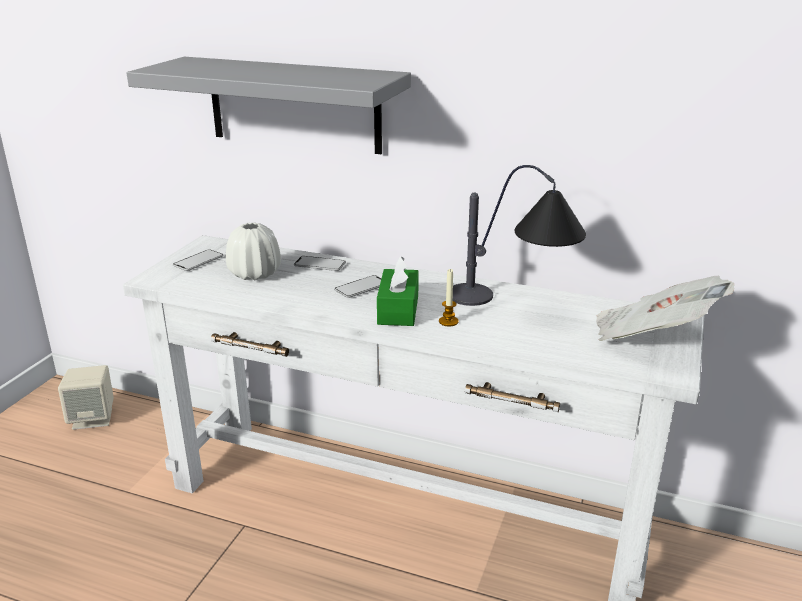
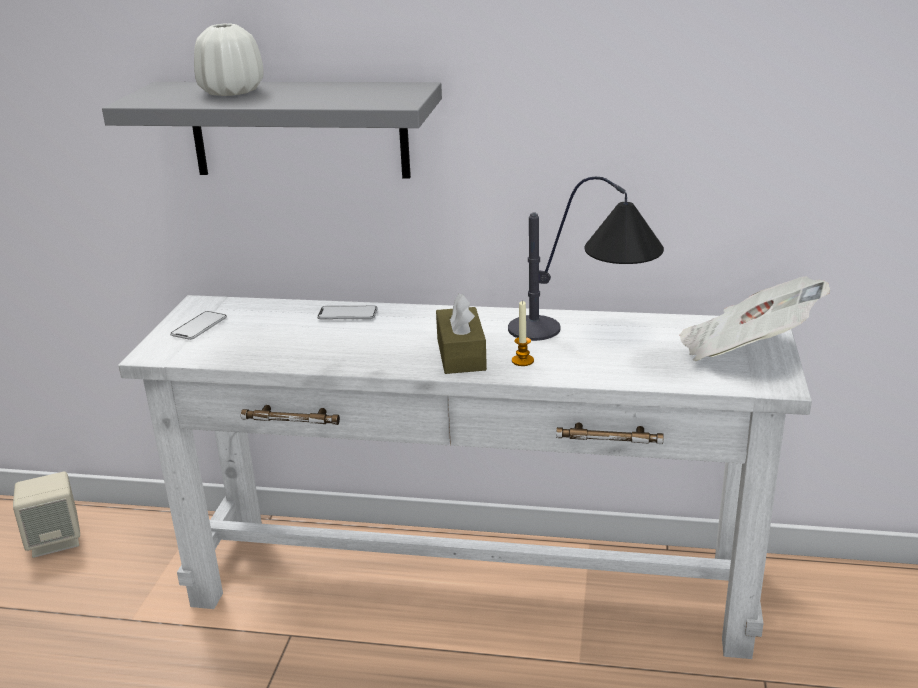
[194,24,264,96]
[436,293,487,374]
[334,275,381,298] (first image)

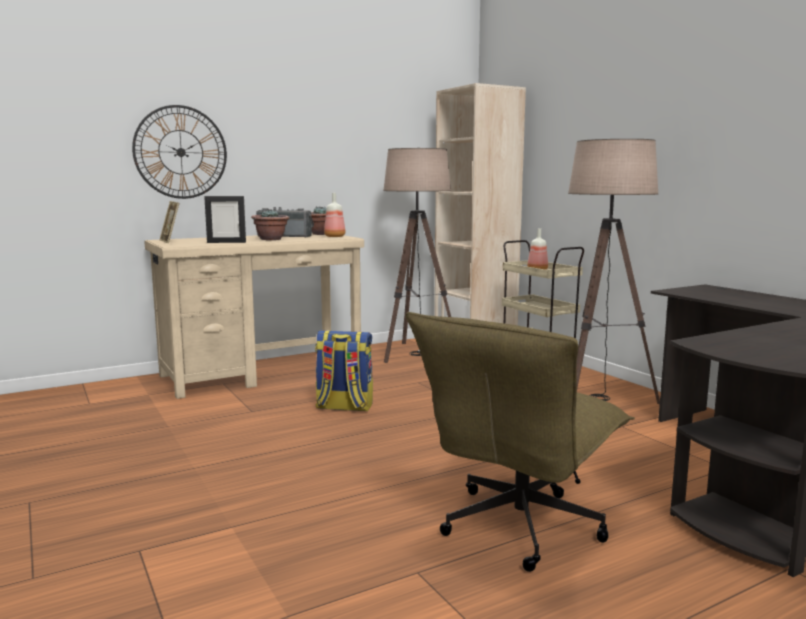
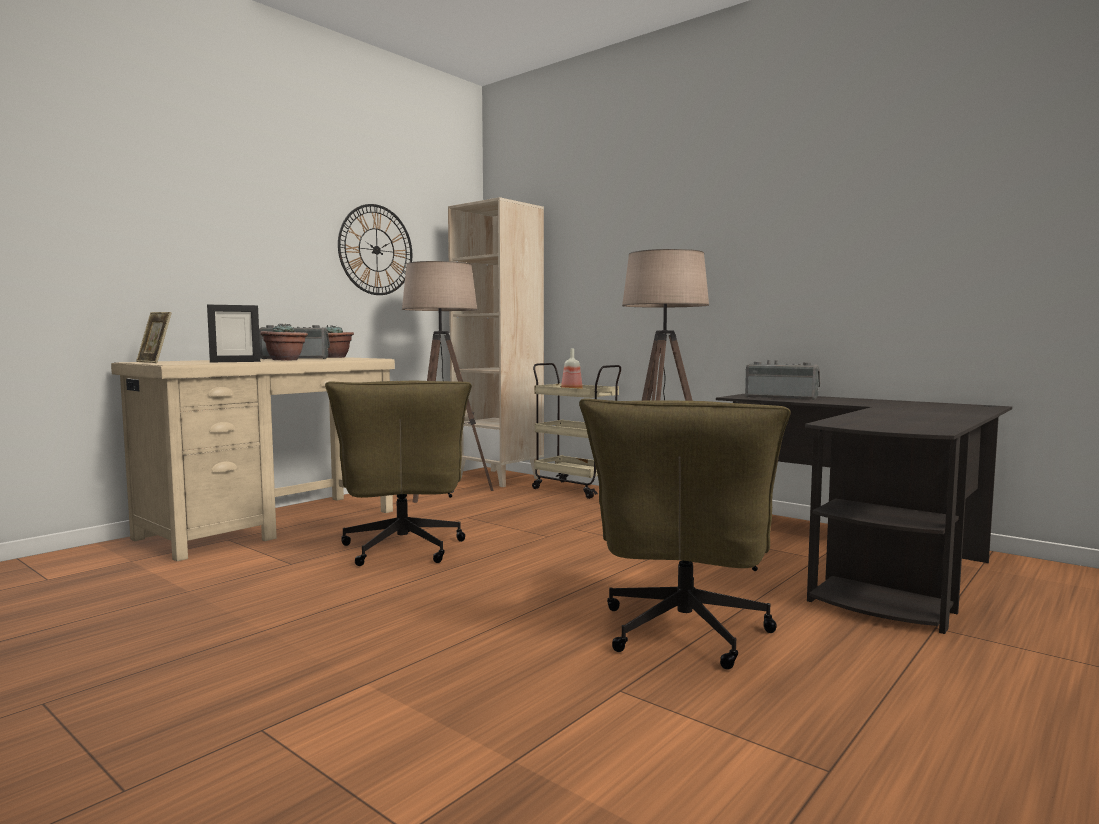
[325,381,472,566]
[338,204,412,295]
[745,360,821,400]
[324,193,345,237] (first image)

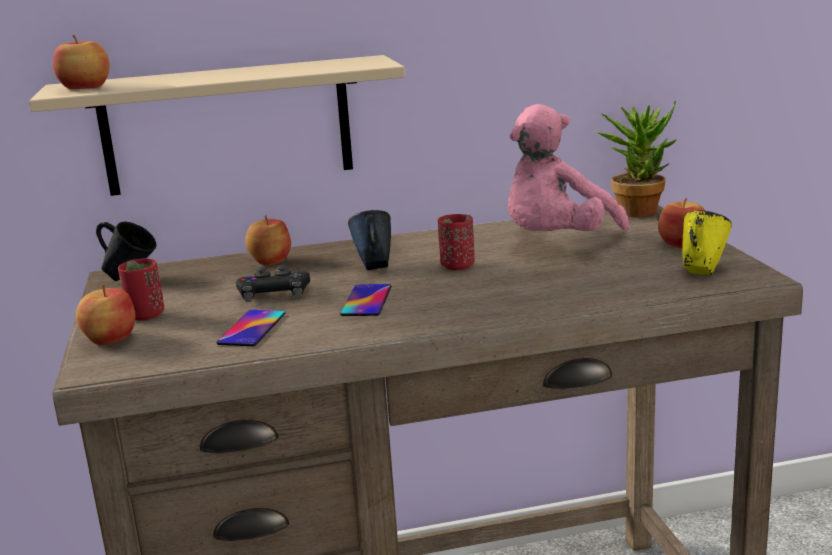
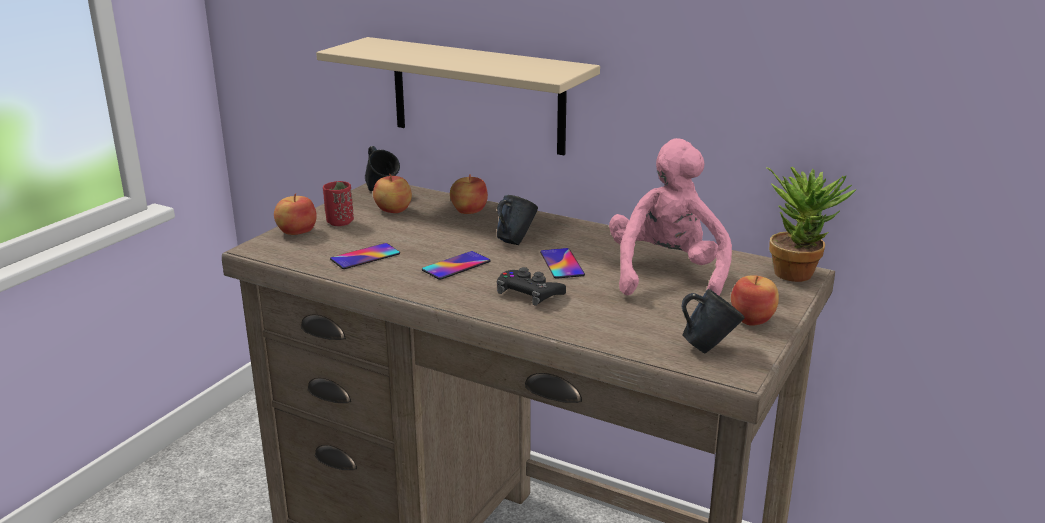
[373,174,412,213]
[497,267,566,306]
[540,248,585,279]
[609,138,732,296]
[681,289,745,354]

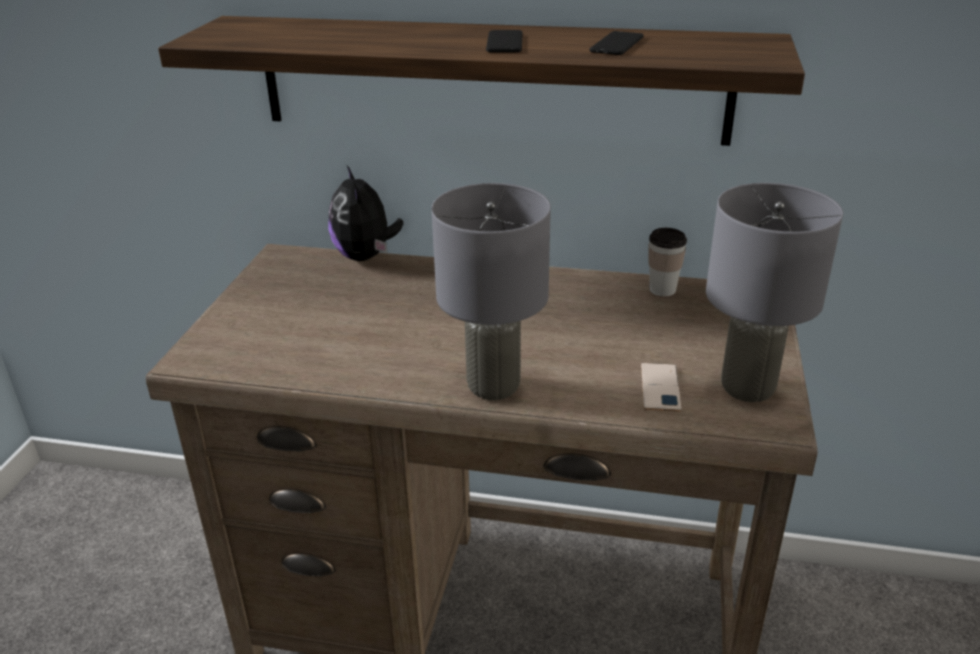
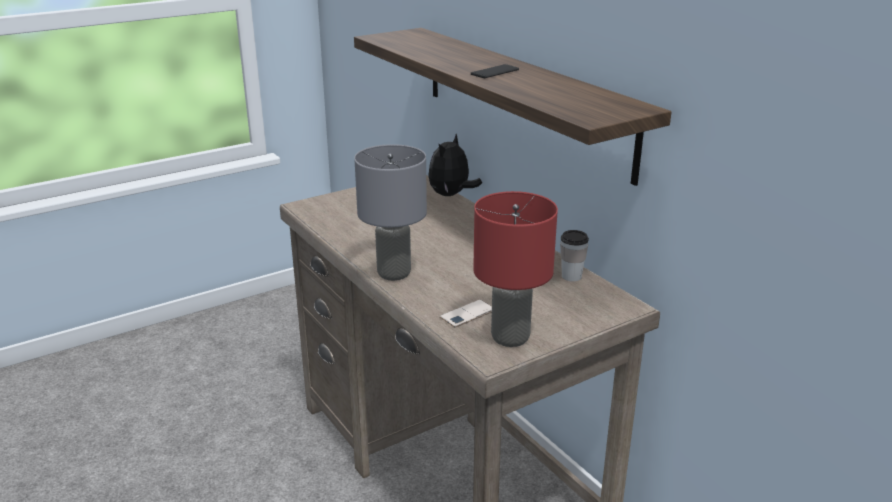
[473,191,558,347]
[590,31,644,55] (first image)

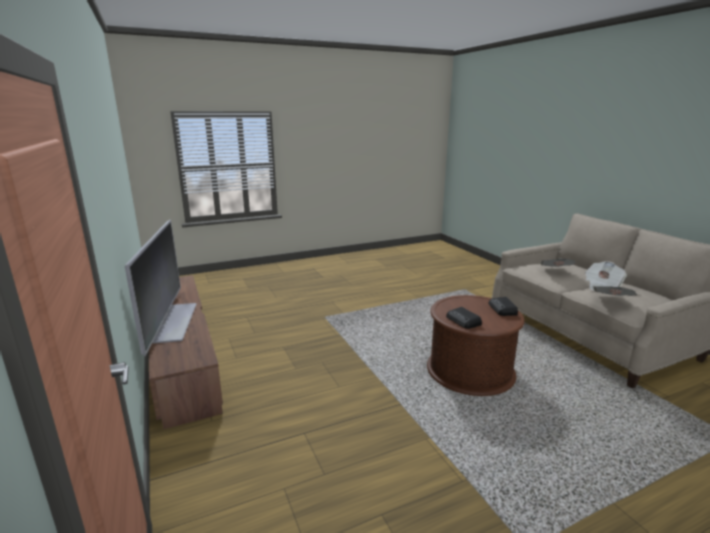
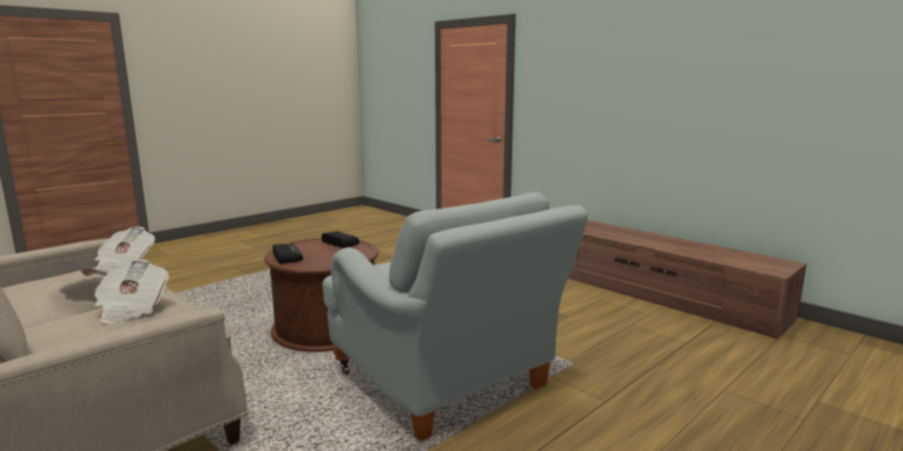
[322,192,588,441]
[125,220,197,356] (first image)

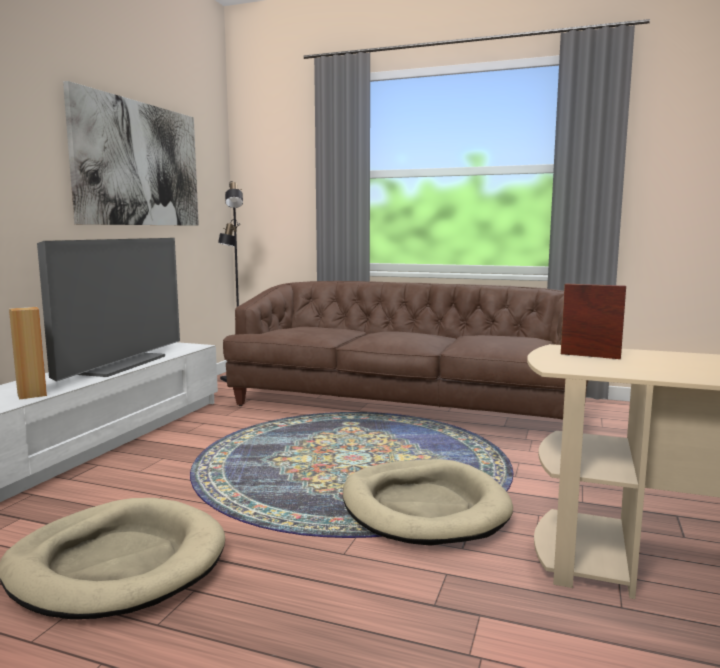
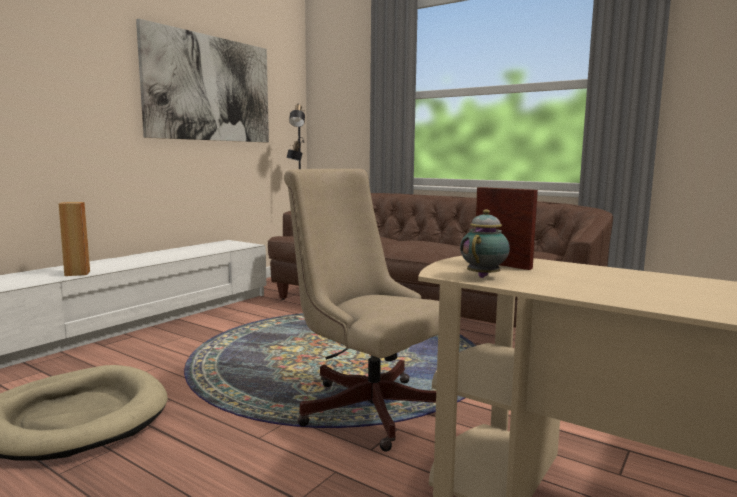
[284,169,439,452]
[460,209,510,278]
[37,238,180,381] (first image)

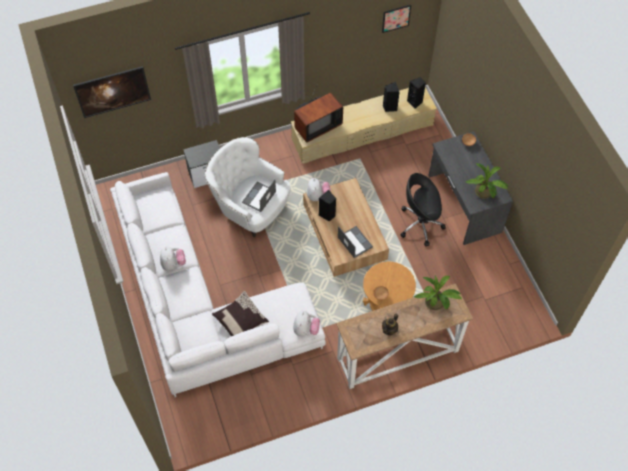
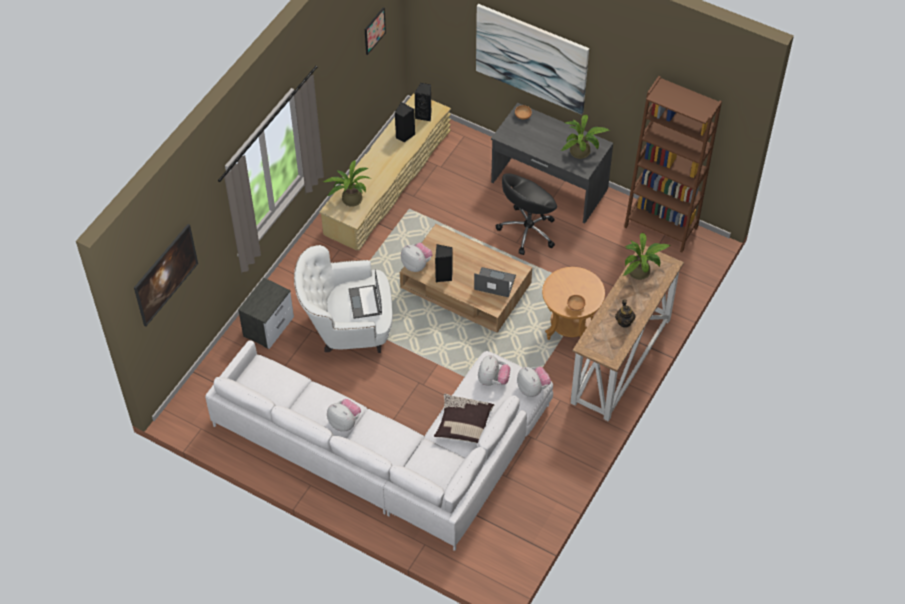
[323,160,372,207]
[476,4,589,115]
[478,355,510,386]
[624,76,722,252]

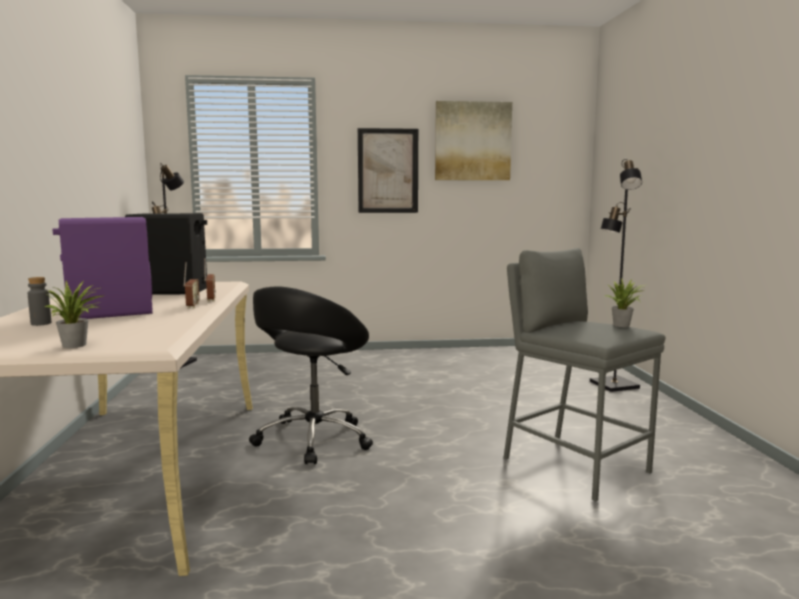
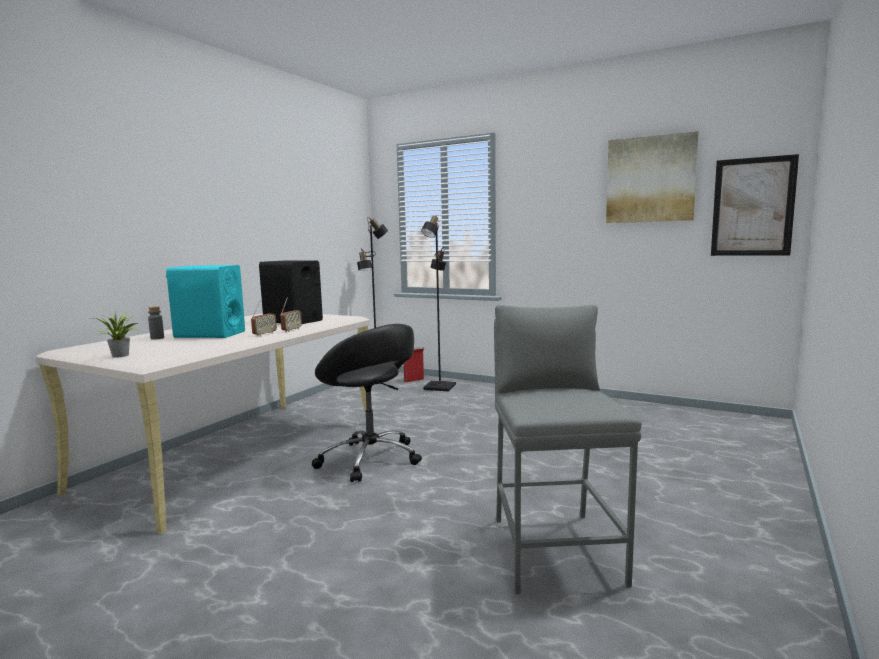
[166,265,245,338]
[312,324,422,482]
[404,347,424,382]
[421,214,456,391]
[711,154,799,256]
[605,278,644,327] (first image)

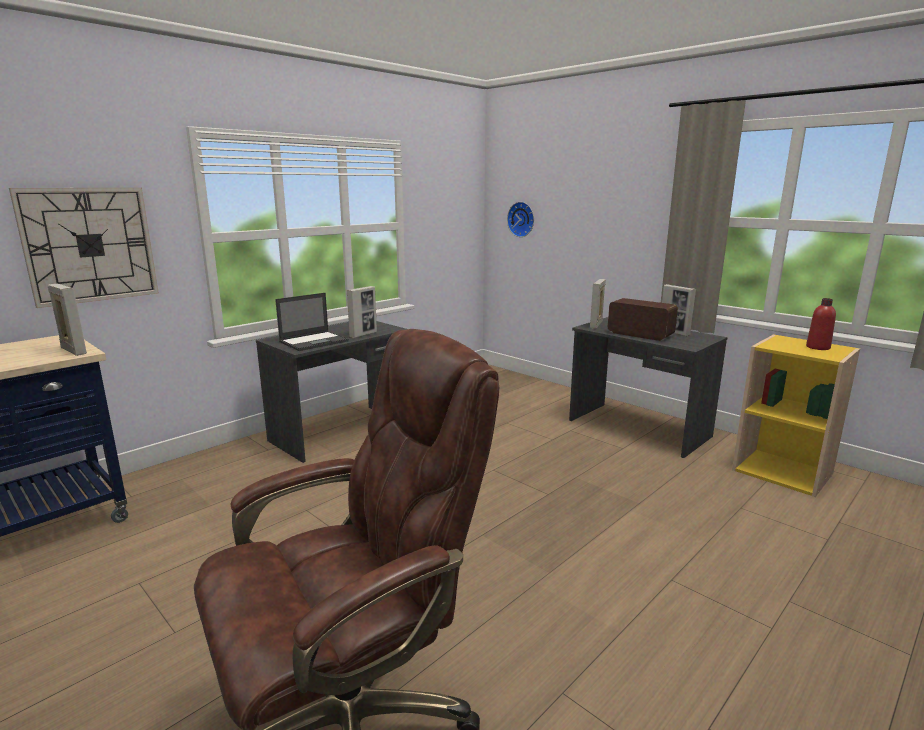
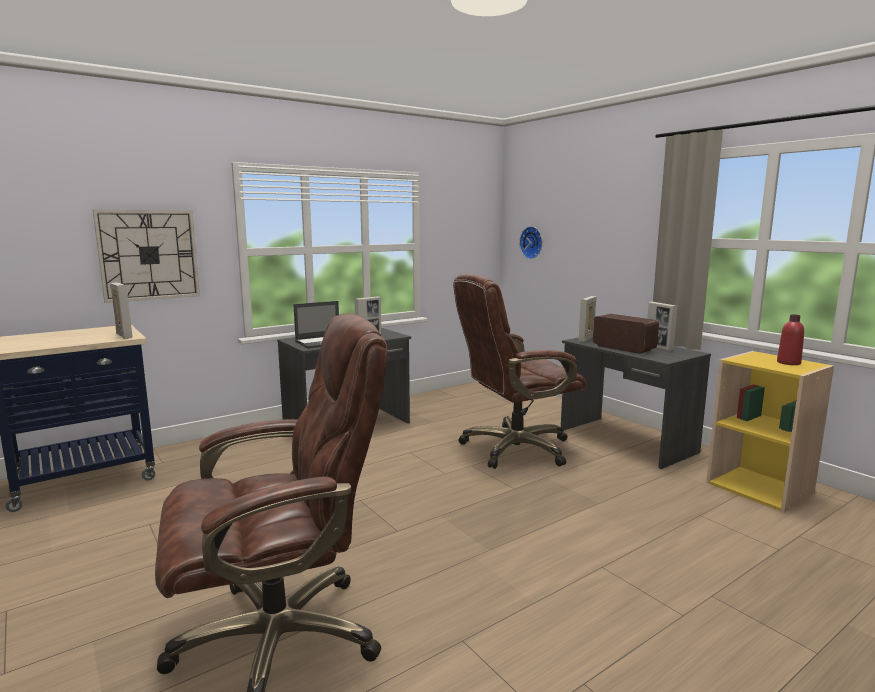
[453,274,586,469]

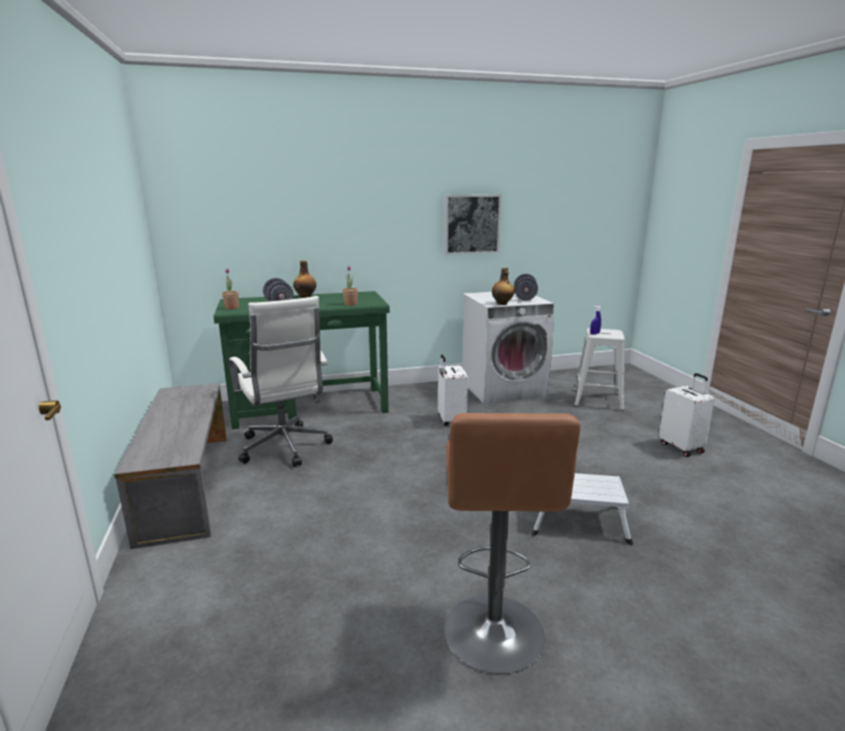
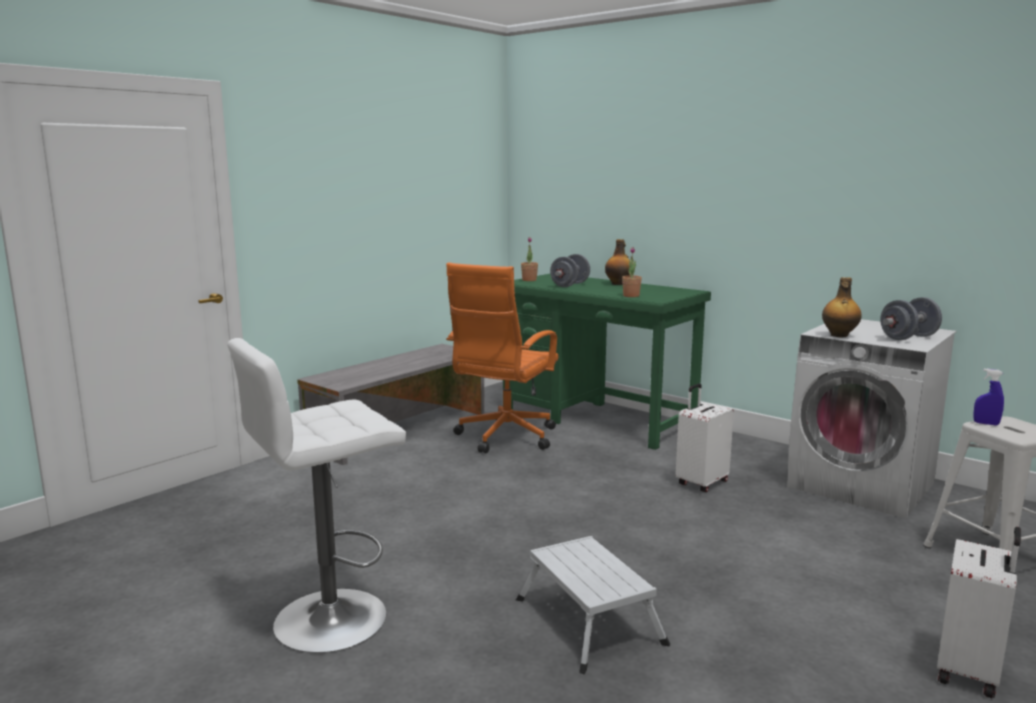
[227,338,406,653]
[446,262,559,453]
[445,194,501,255] (first image)

